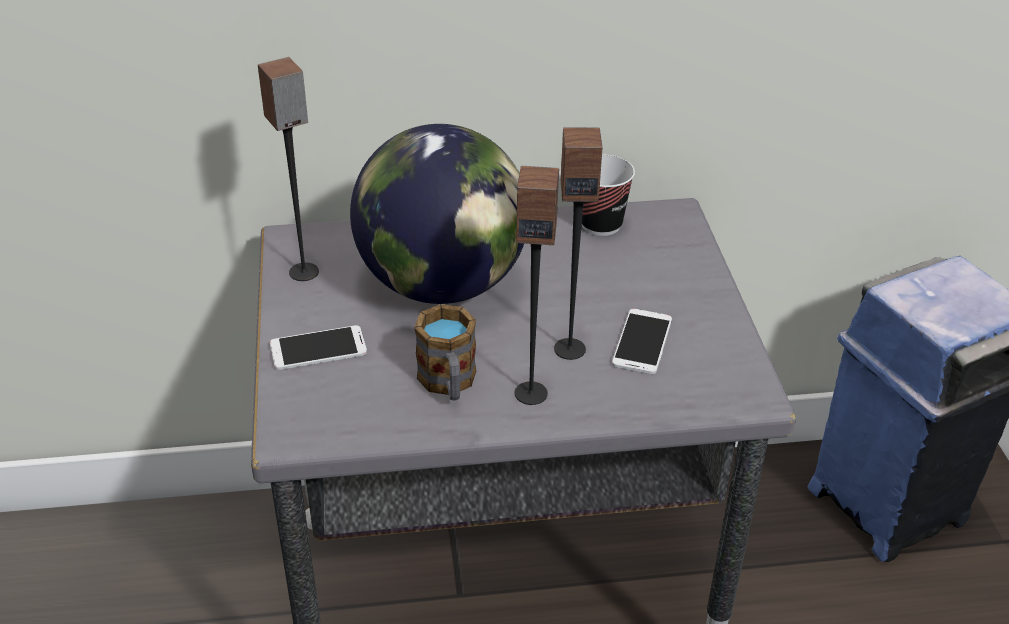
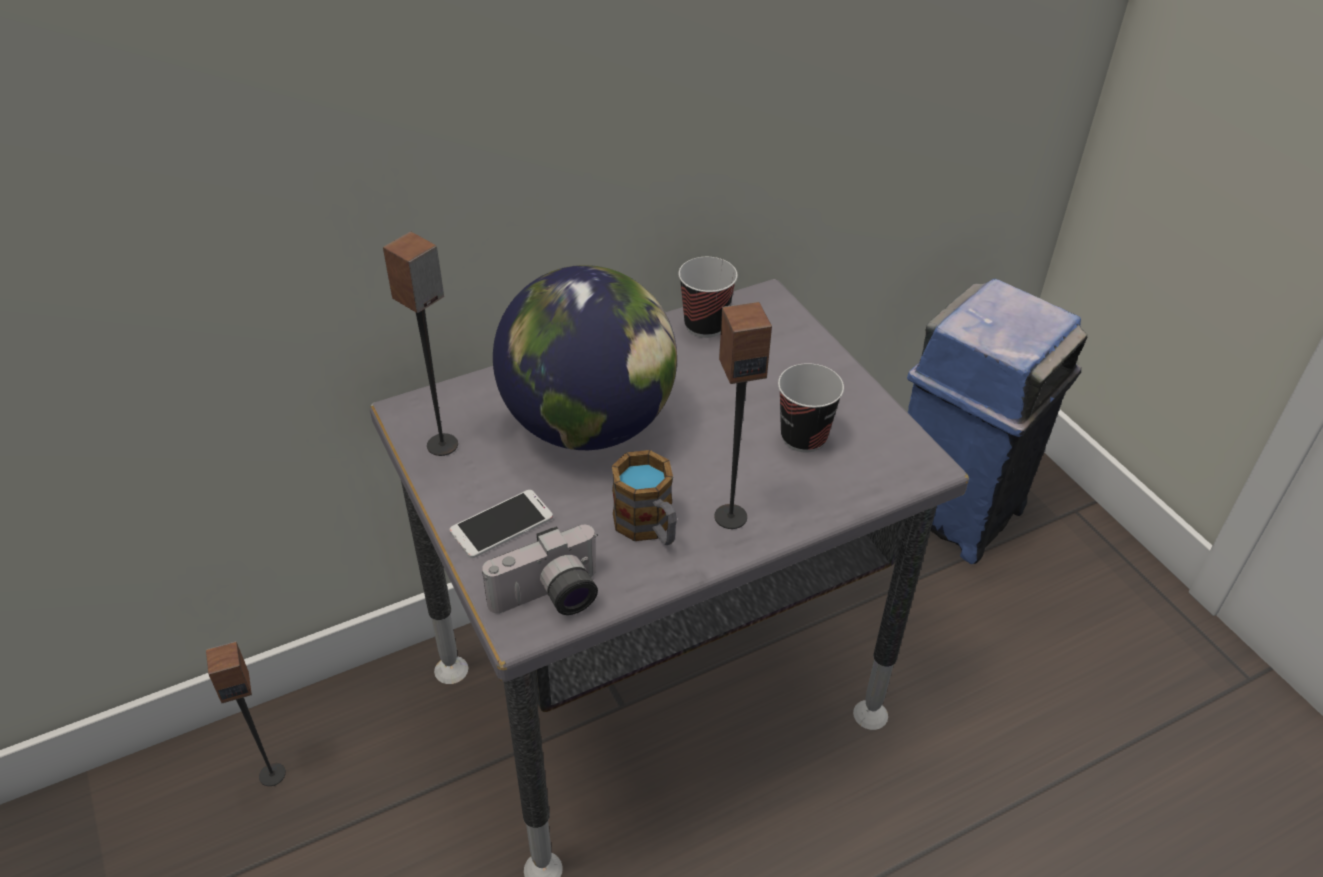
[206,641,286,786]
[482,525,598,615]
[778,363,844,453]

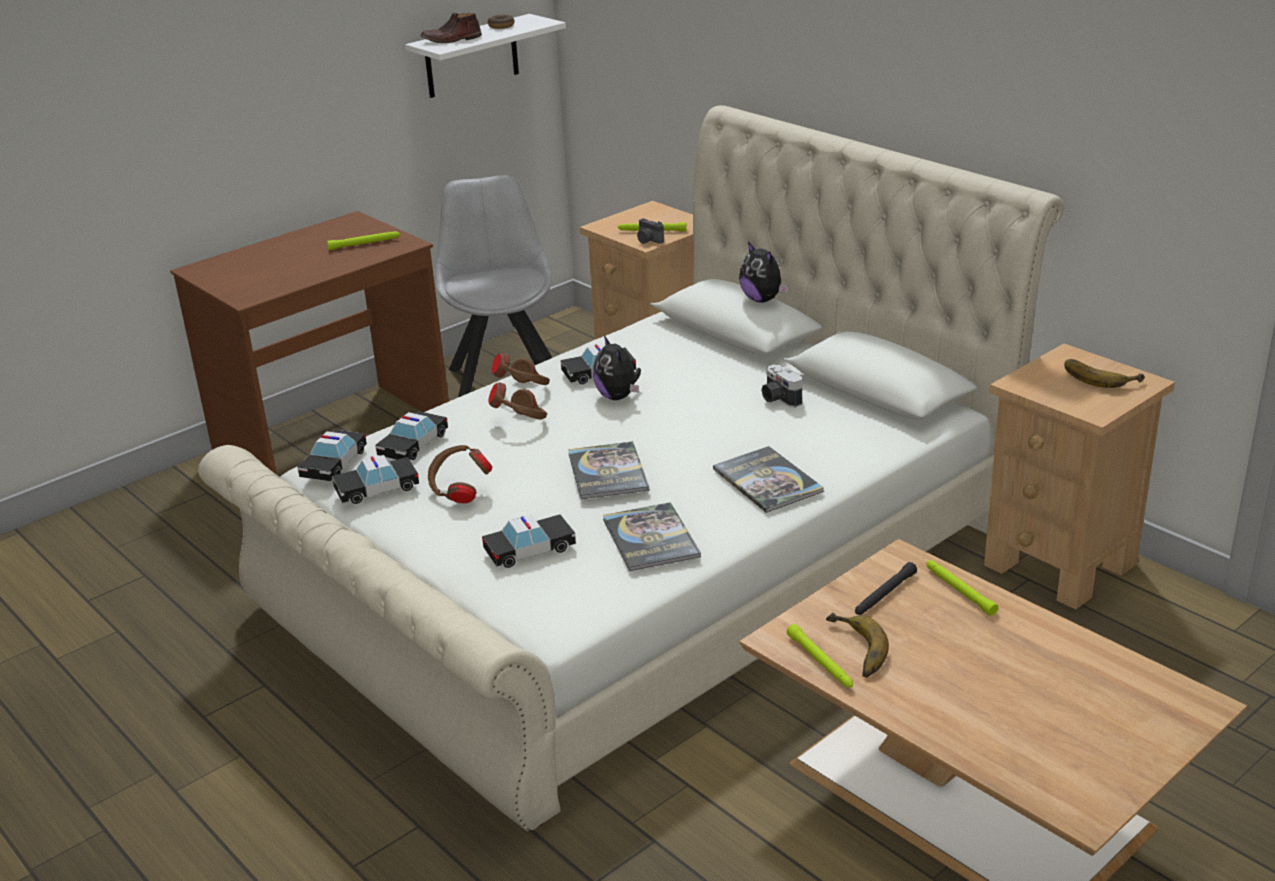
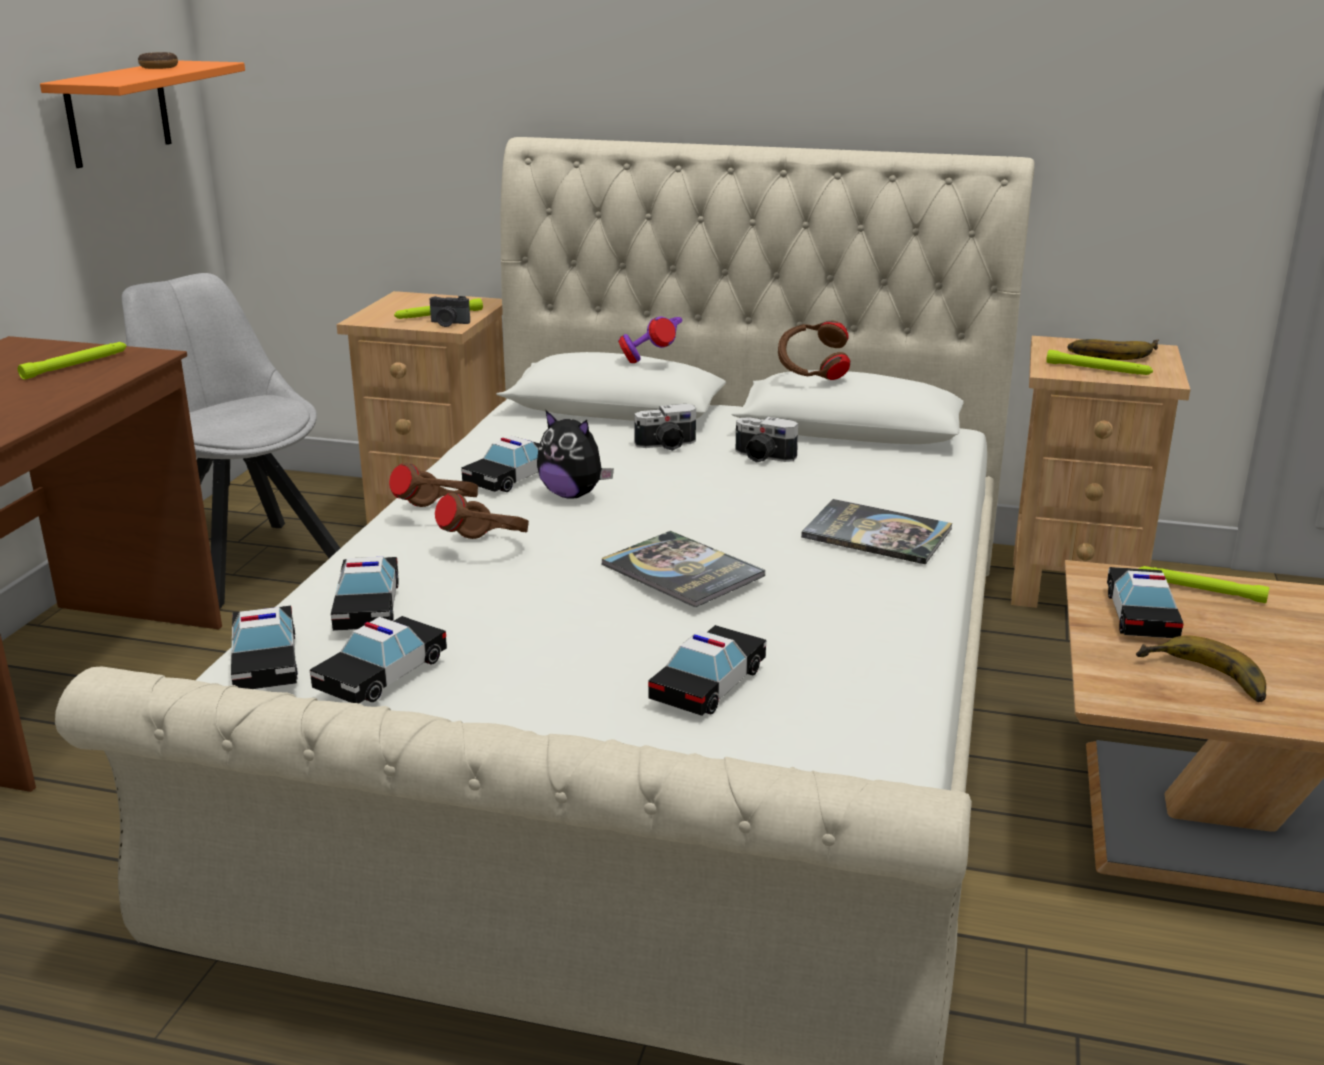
[40,60,245,168]
[618,317,683,363]
[634,404,696,451]
[778,321,850,380]
[1046,350,1153,375]
[1107,567,1183,638]
[420,13,482,43] (first image)
[603,502,701,571] (first image)

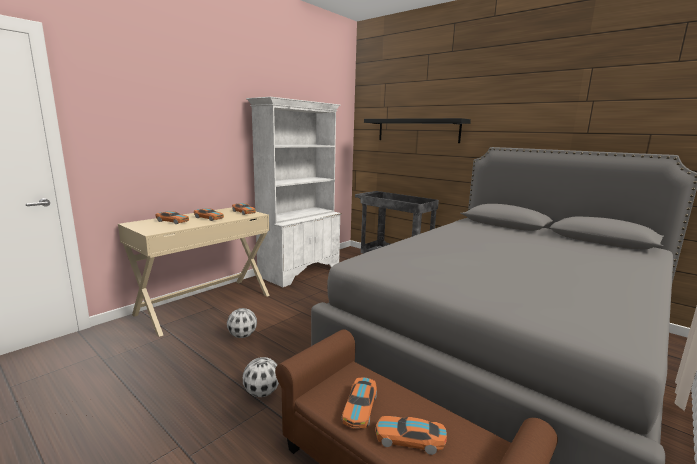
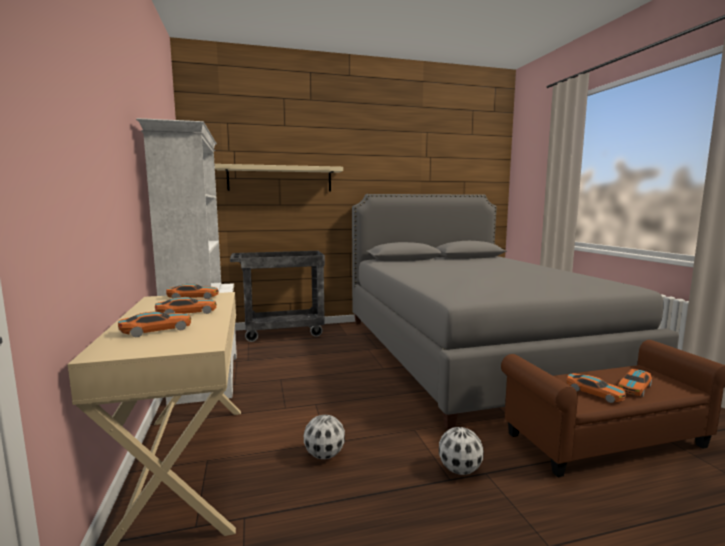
[215,164,343,192]

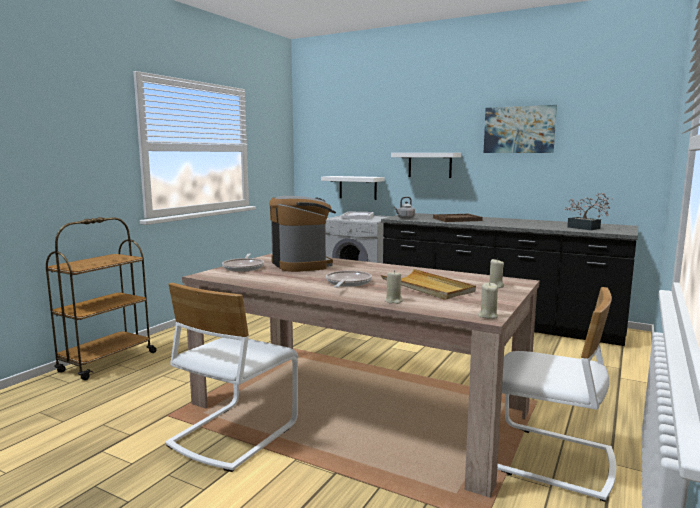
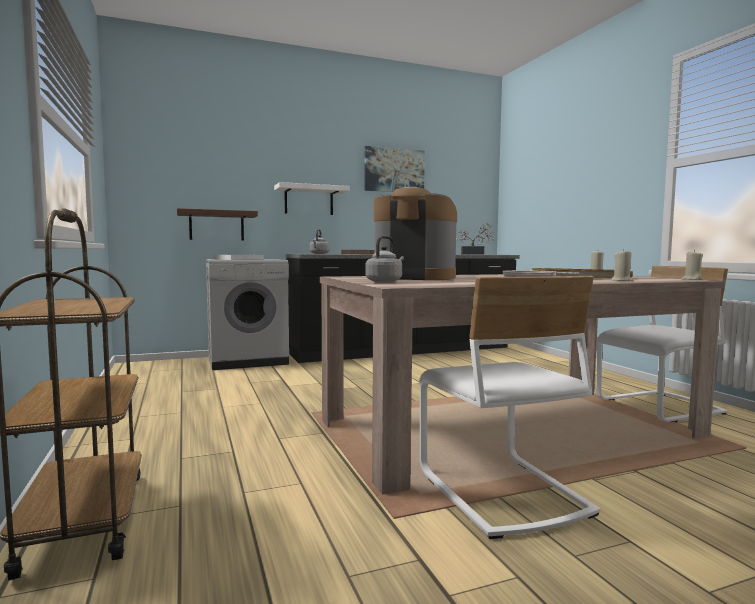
[177,208,258,240]
[365,236,404,282]

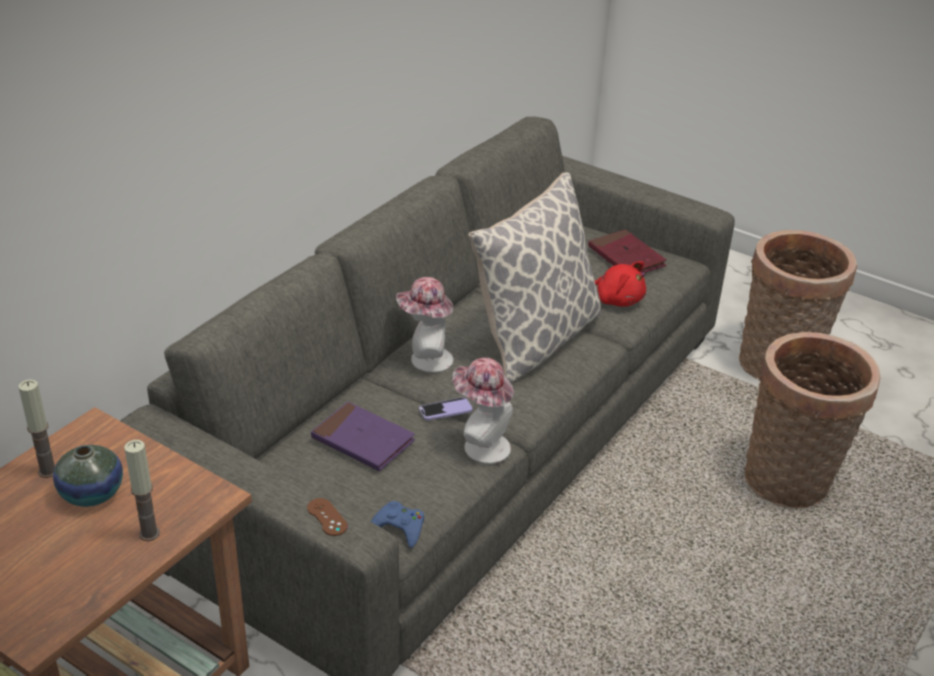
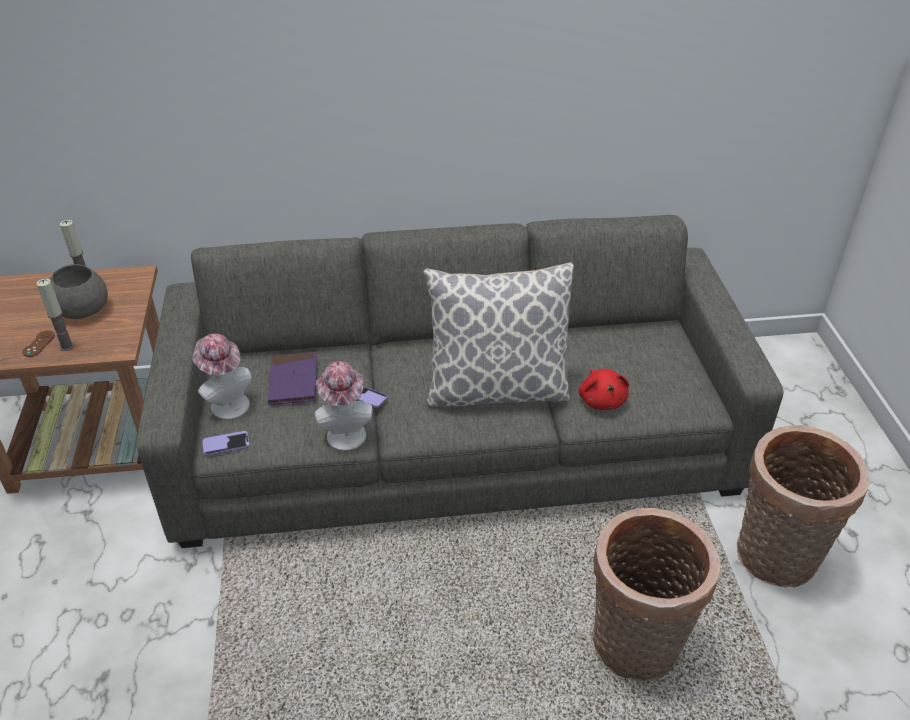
[22,330,55,357]
[50,264,108,319]
[192,334,252,420]
[202,431,250,456]
[588,229,667,273] (first image)

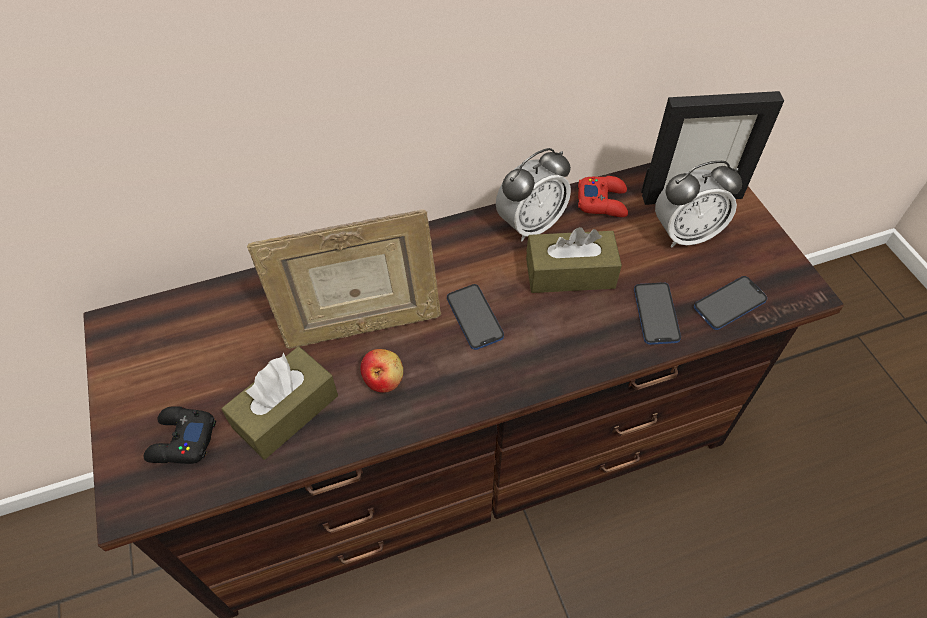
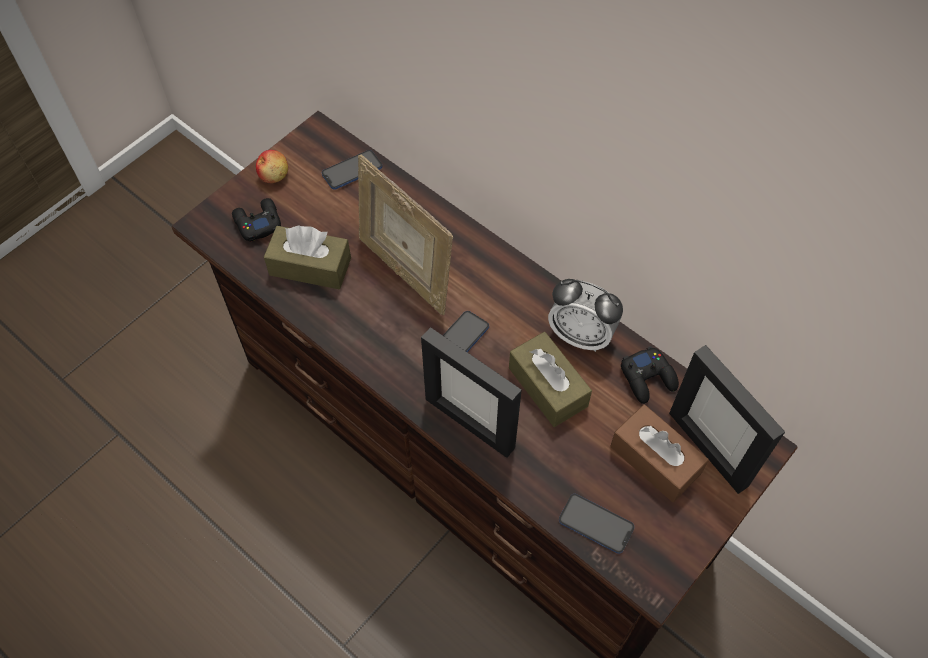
[256,150,288,183]
[322,150,382,190]
[421,327,522,458]
[610,404,709,502]
[621,346,679,404]

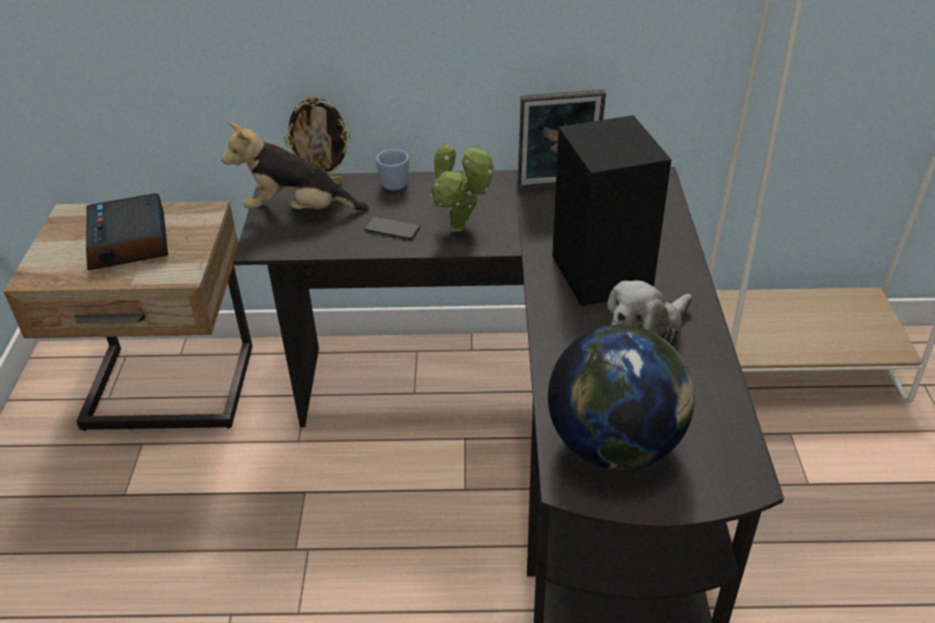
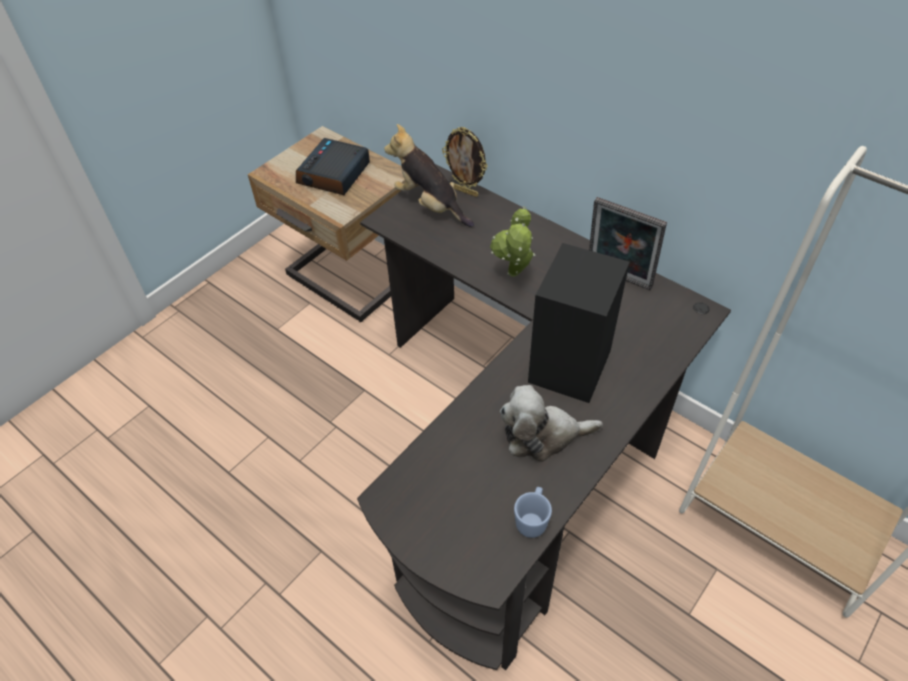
[514,487,552,538]
[364,217,420,240] (first image)
[548,325,695,470] (first image)

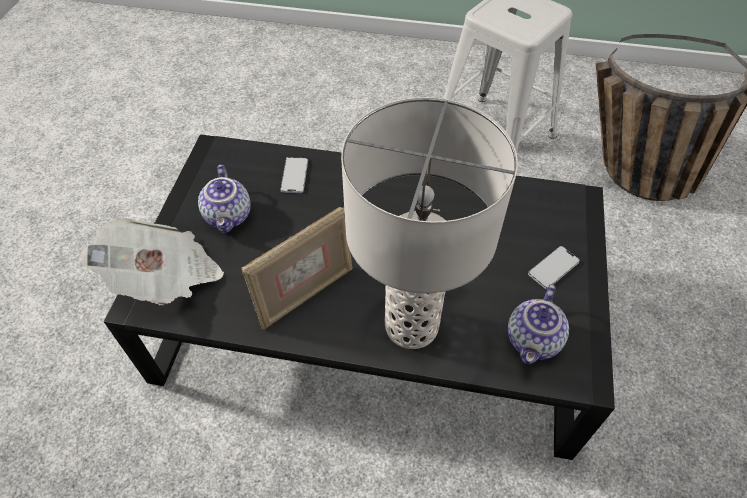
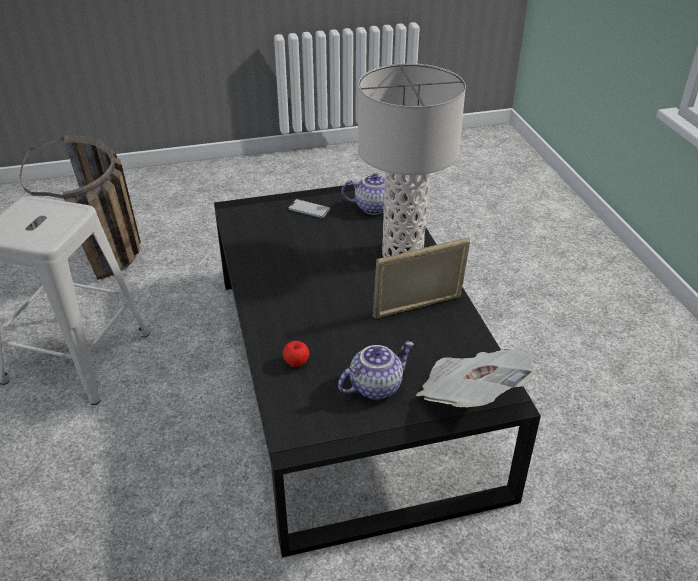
[283,341,309,367]
[372,237,470,318]

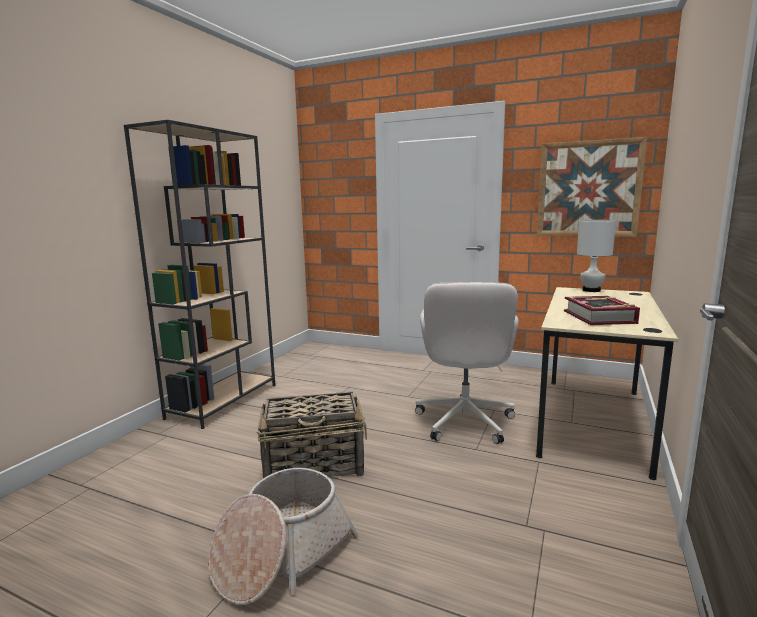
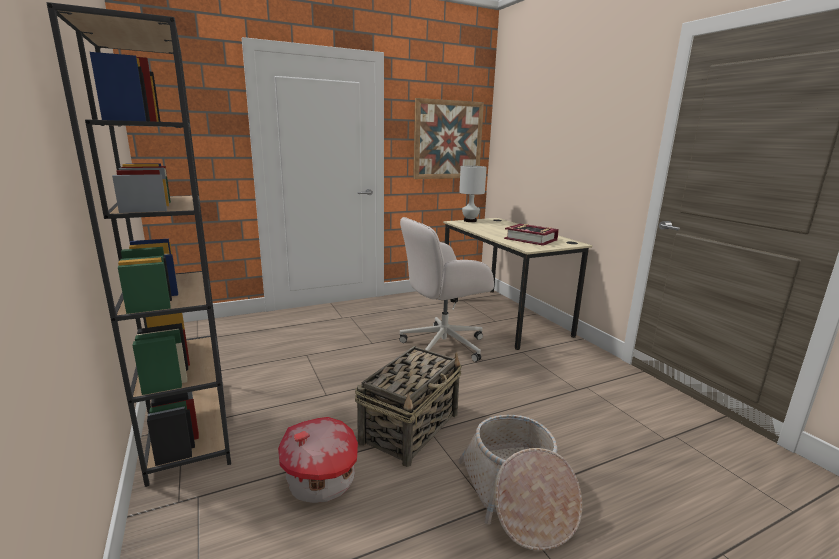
[278,417,358,503]
[399,217,494,362]

